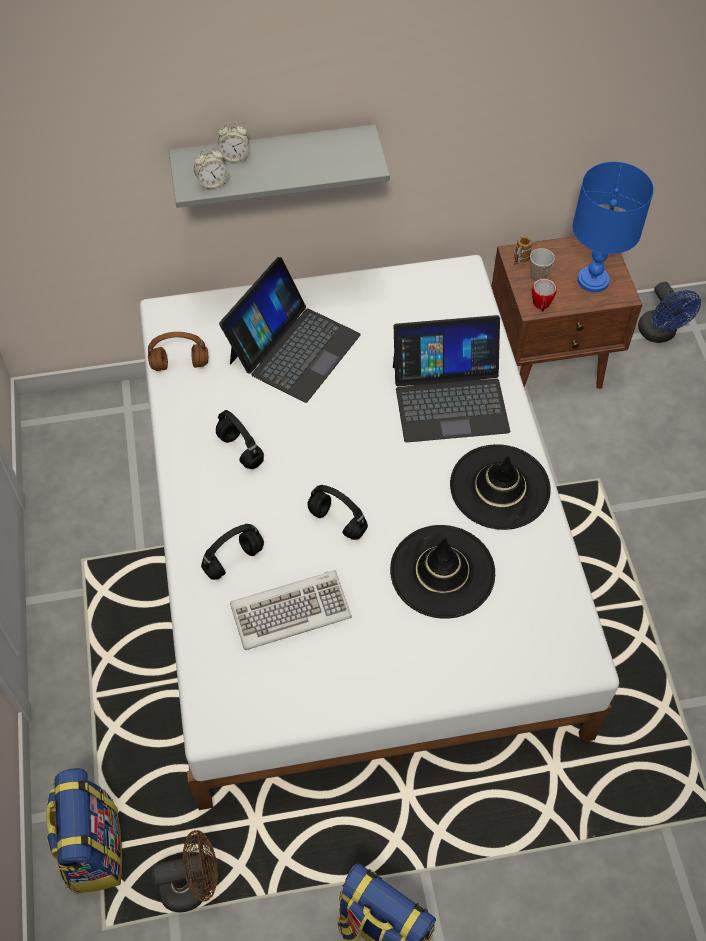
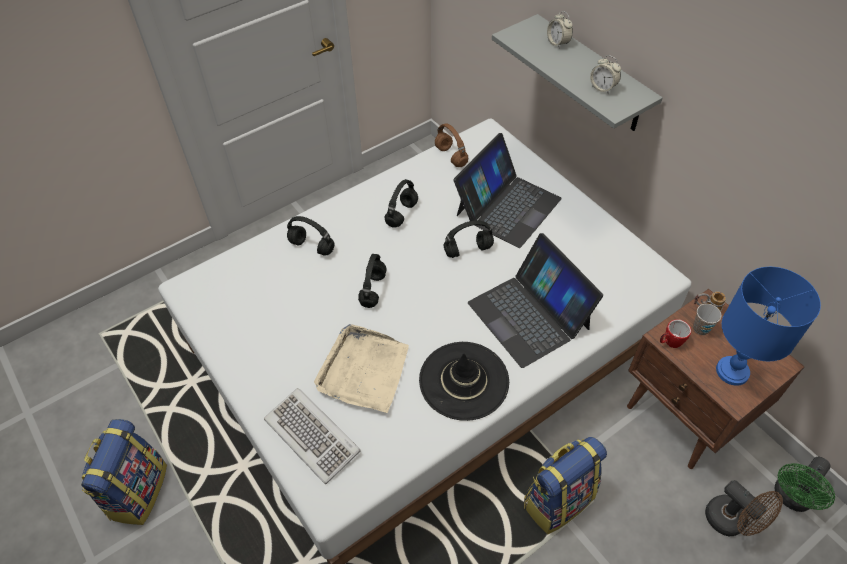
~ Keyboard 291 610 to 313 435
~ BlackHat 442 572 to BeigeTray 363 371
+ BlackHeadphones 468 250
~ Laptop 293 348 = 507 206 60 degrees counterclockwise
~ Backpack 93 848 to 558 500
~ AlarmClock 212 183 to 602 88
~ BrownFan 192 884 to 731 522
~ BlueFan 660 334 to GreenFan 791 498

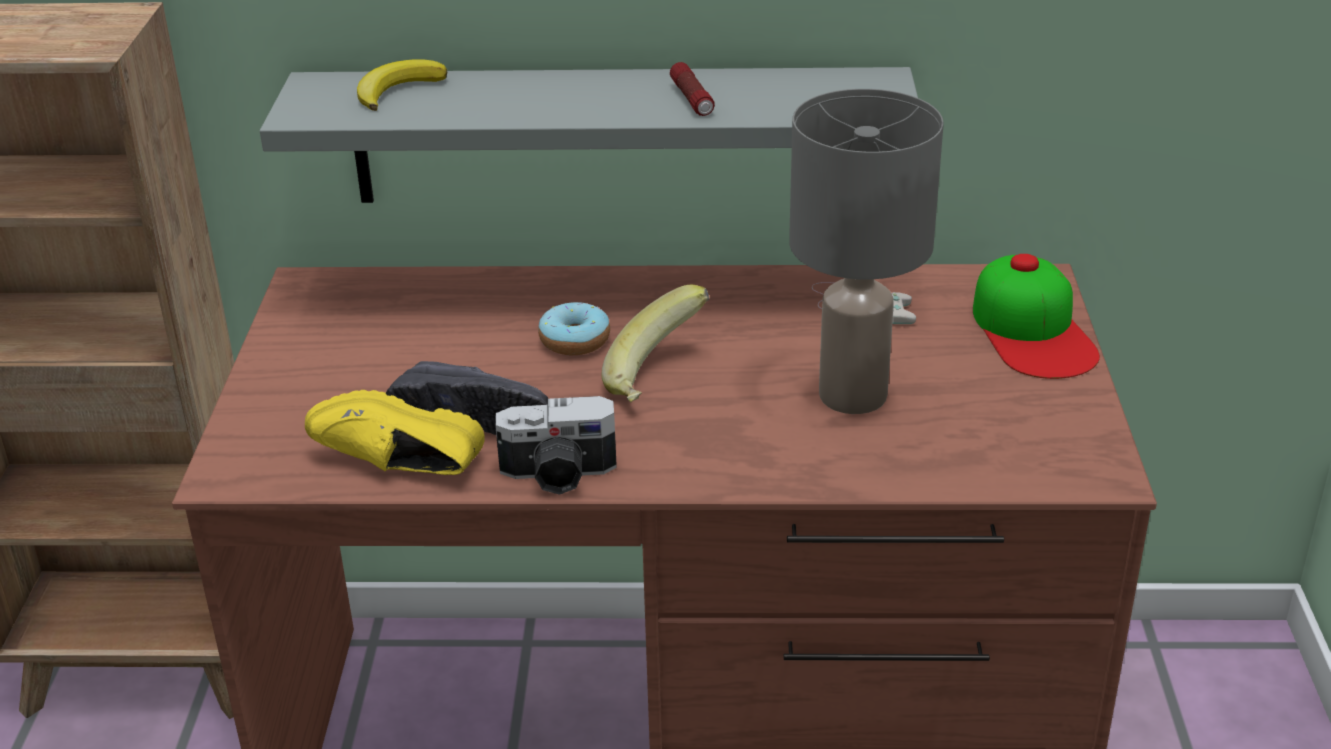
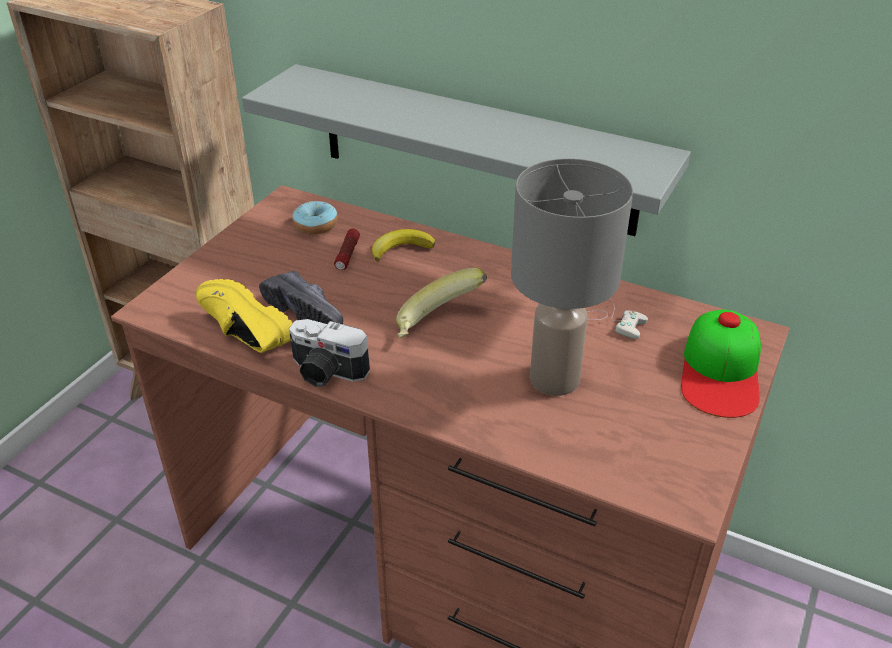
~ Donut 574 341 to 315 225
~ Flashlight 692 99 to 347 255
~ Banana 397 90 to 401 248

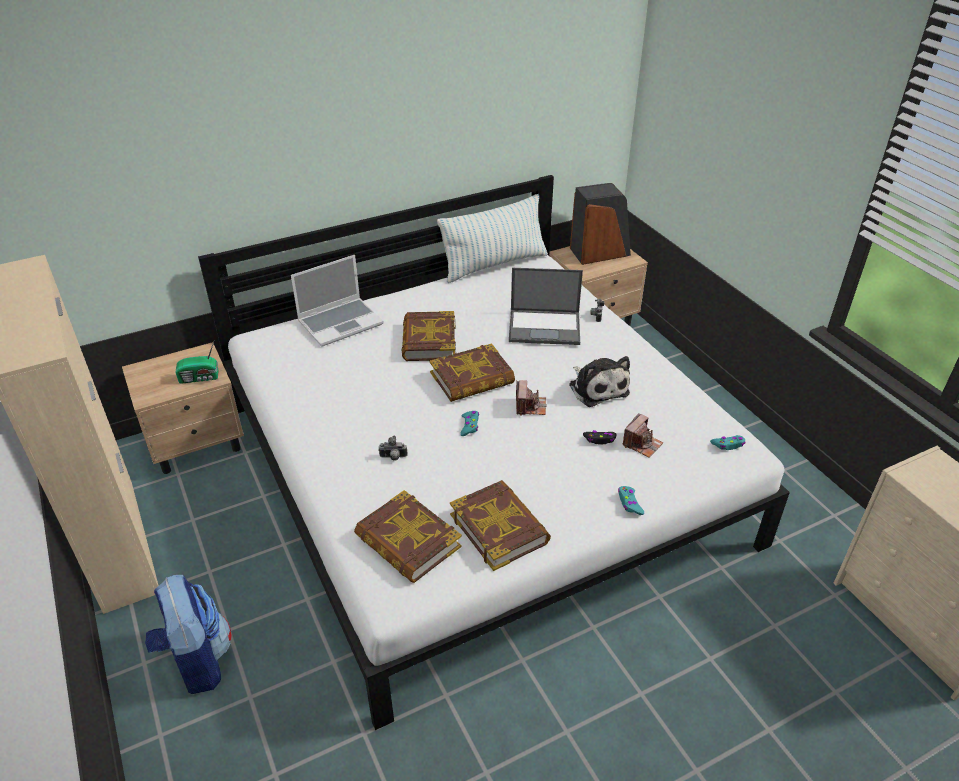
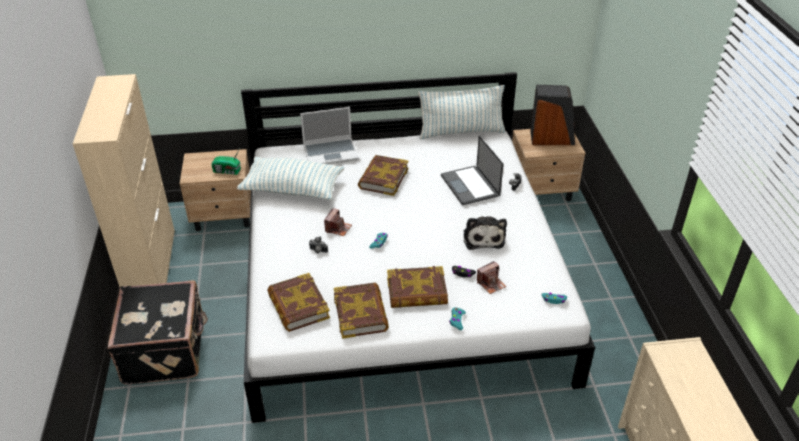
~ Backpack 196 660 to BlackSuitcase 166 350
+ Pillow 293 189
~ PhotoCamera 530 406 to 338 228
~ Book 472 378 to 417 292
~ Laptop 545 327 = 470 186 45 degrees clockwise

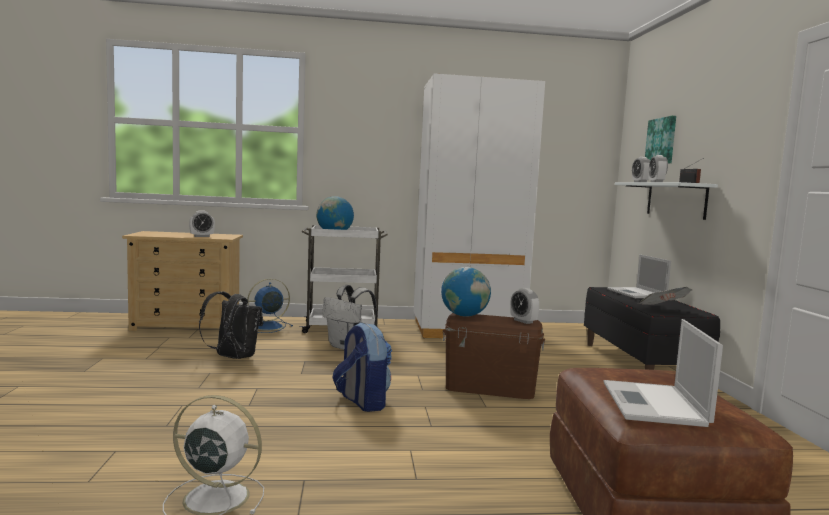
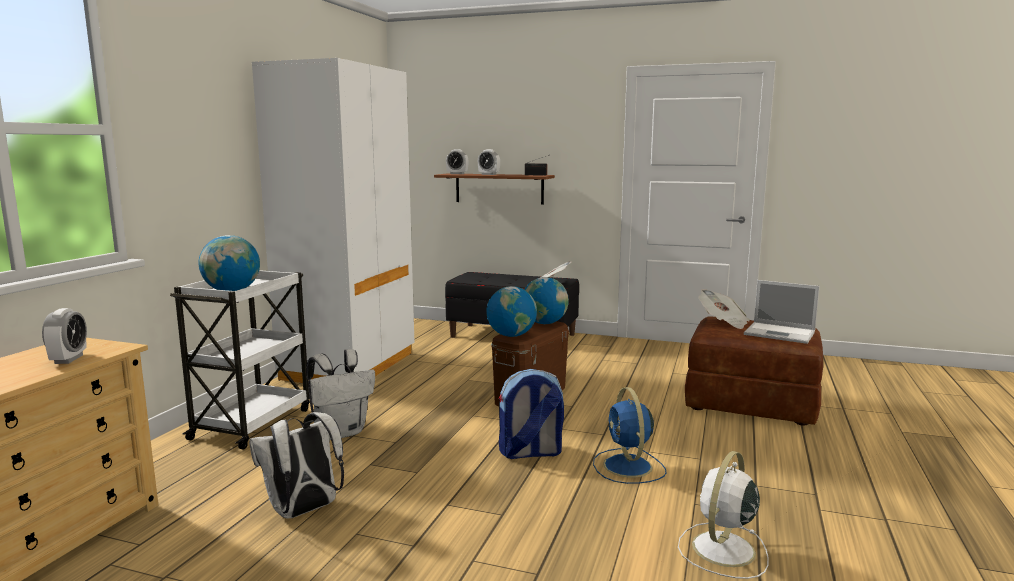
~ BlackBackpack 233 357 to WhiteBackpack 303 511
~ WhiteShelf 675 200 to BrownShelf 499 188
~ AlarmClock 523 321 to Globe 544 323
~ BlueFan 267 327 to 628 467
+ Newspaper 723 322
- Laptop 637 293
- Picture 661 141

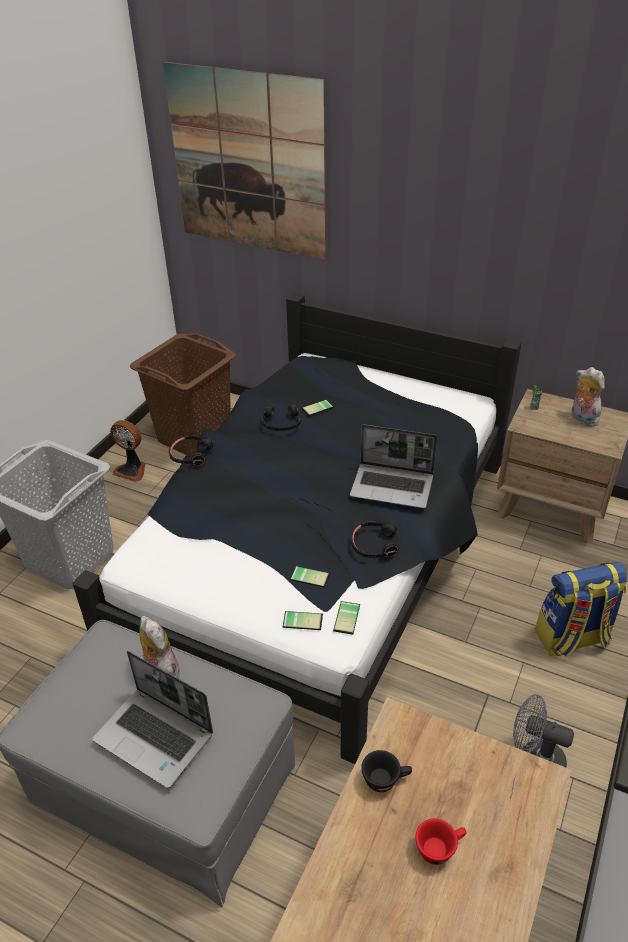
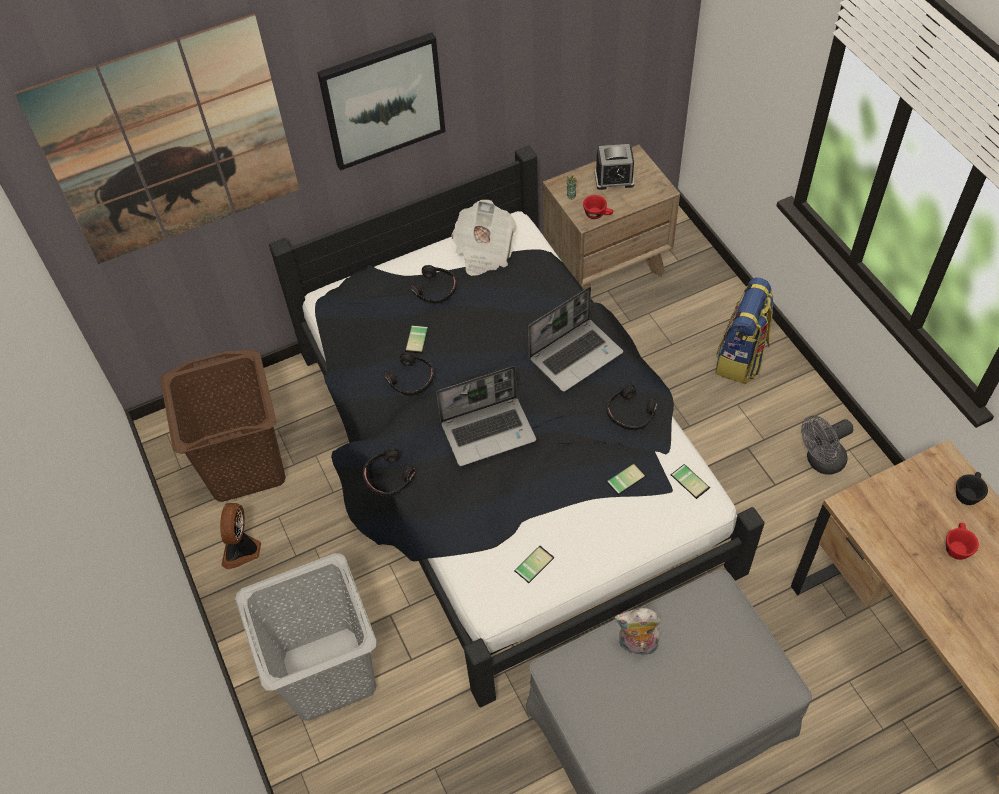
~ Fan 132 470 = 242 550 120 degrees clockwise
+ Picture 382 100
+ BlackHeadphones 435 289
~ Laptop 156 737 to 489 431
+ Newspaper 484 251
~ Phone 303 619 to 532 563
+ RedCup 598 214
~ PlushToy 581 419 to AlarmClock 614 179
~ BlackCup 386 779 to 967 493

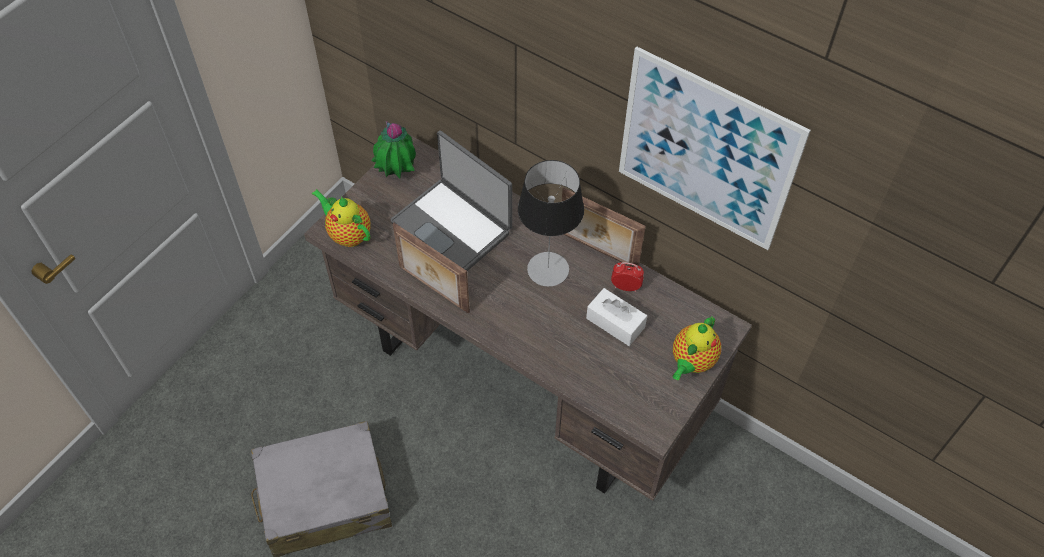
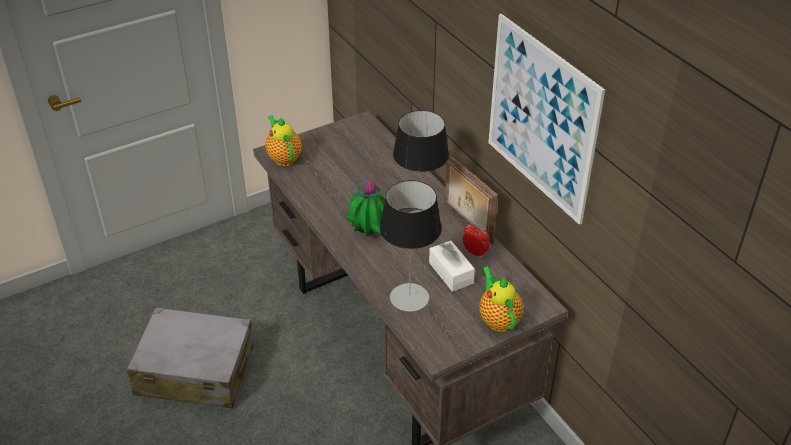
~ PottedPlant 397 175 to 368 236
+ TableLamp 409 297
~ Teapot 691 362 = 498 319 105 degrees clockwise
- Laptop 453 226
- PictureFrame 433 290

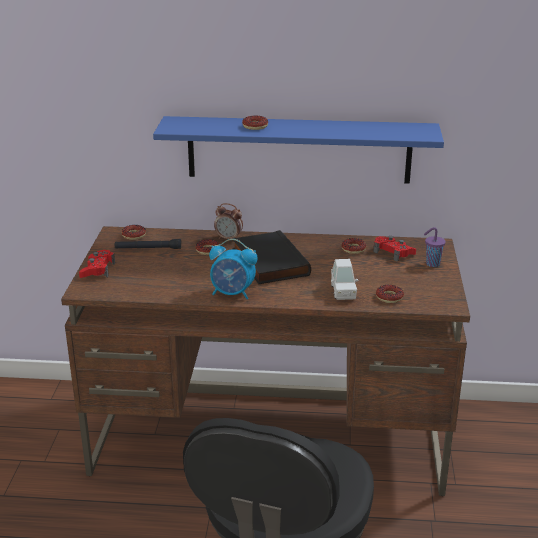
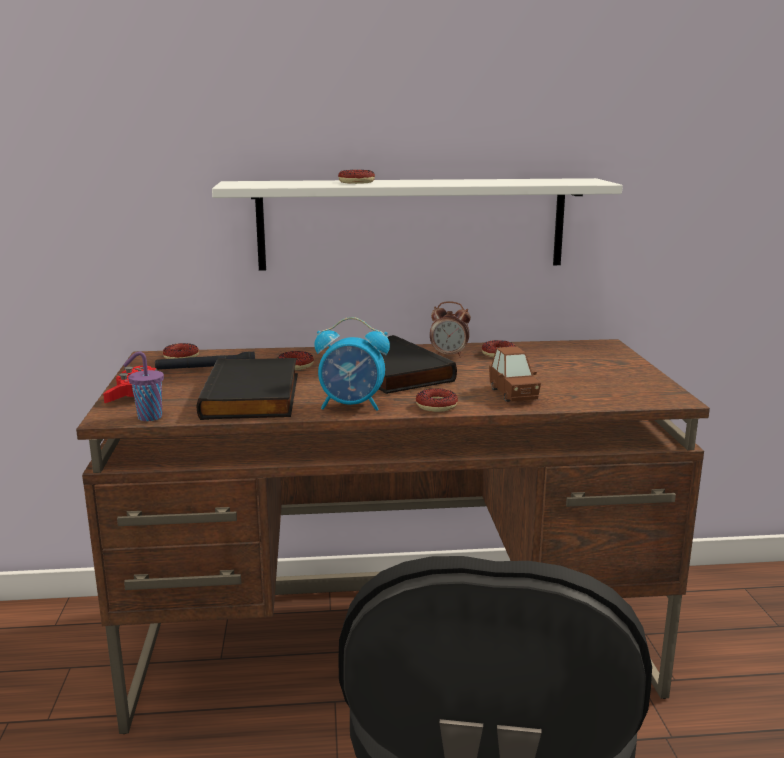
~ PurpleCup 431 264 to 148 417
+ BlackBook 255 396
~ BlueShelf 299 149 to WhiteShelf 412 224
~ Donut 389 297 to 436 406
~ AlarmClock 229 238 to 449 355
~ WhiteToyCar 343 291 to BrownToyCar 513 394
- RedGameController 393 253

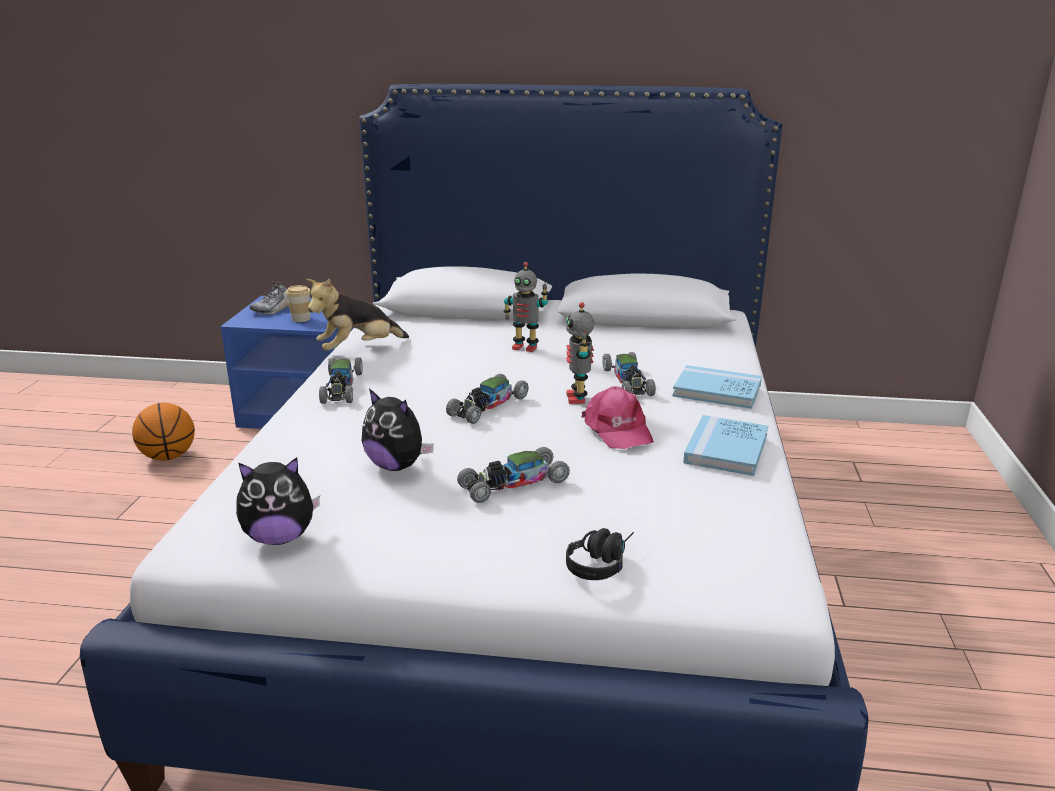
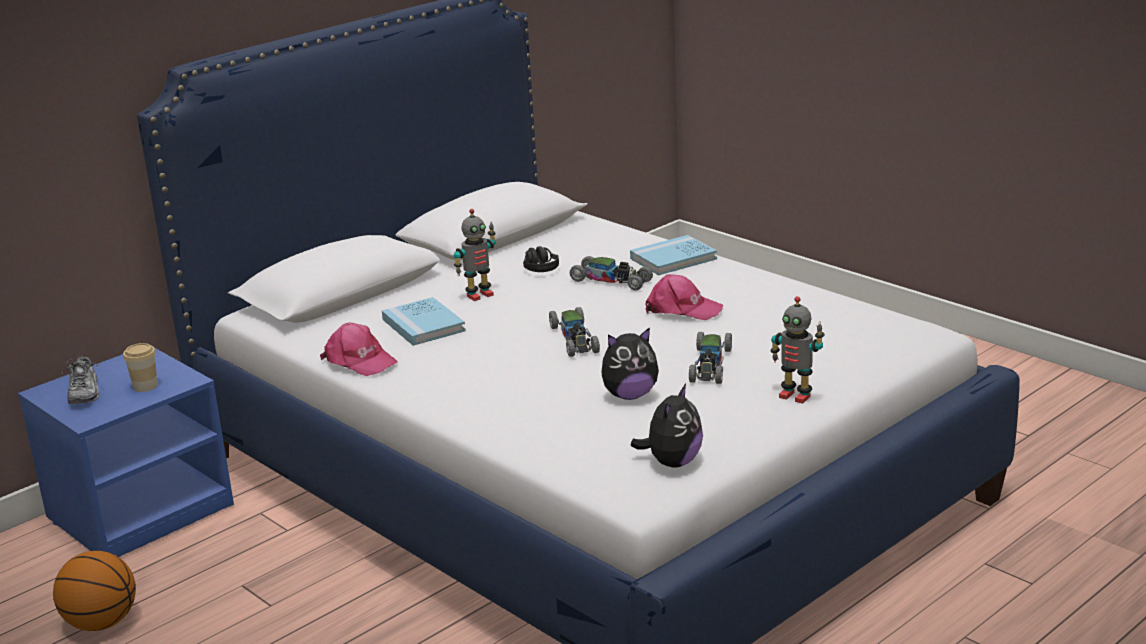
~ PlushToy 358 349 to PinkCap 359 361
~ BlueBook 726 449 to 423 325
~ BlackHeadphones 601 562 to 538 266
~ ToyRobot 578 398 to 795 396
- ToyCar 341 388

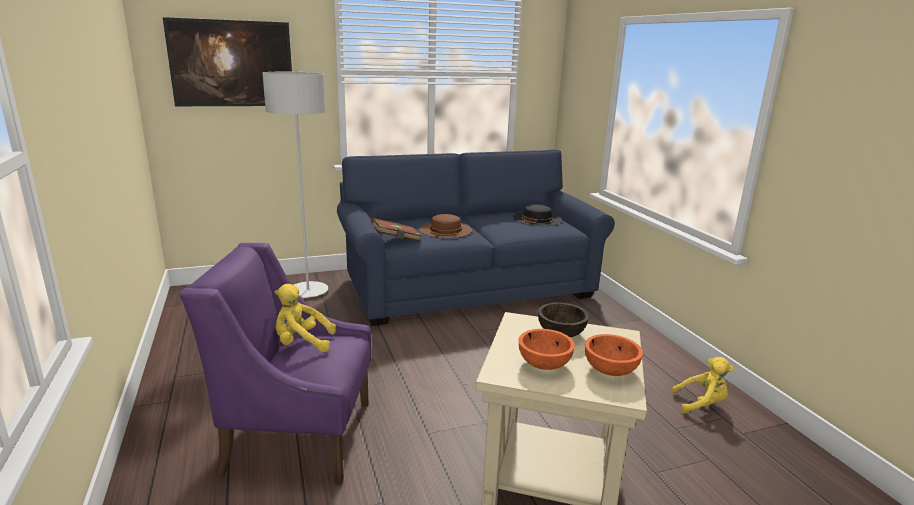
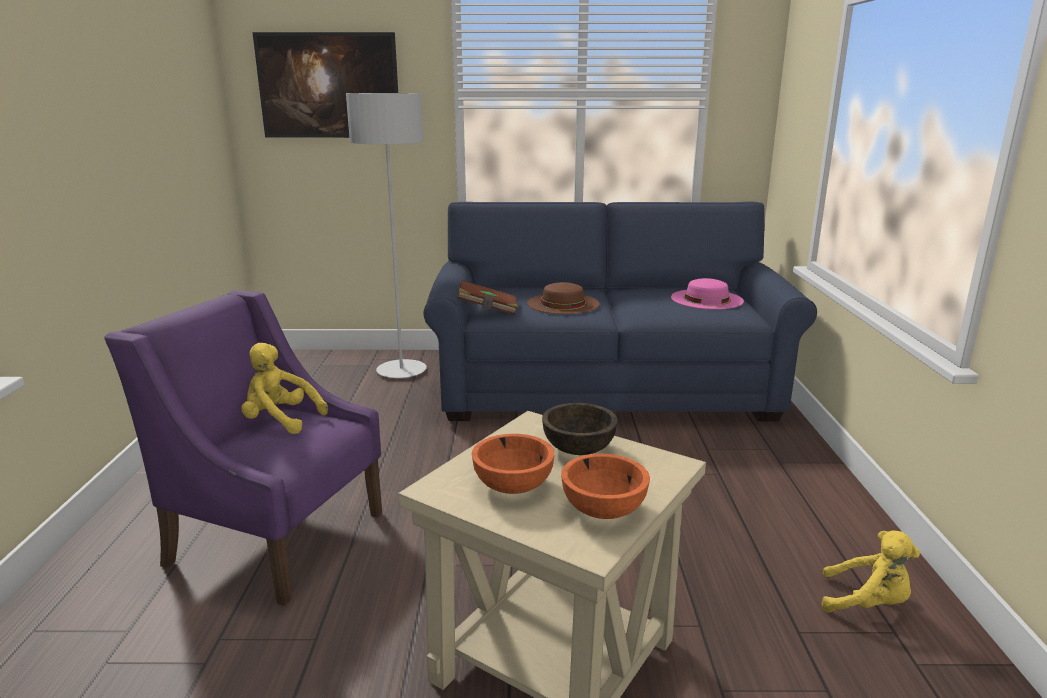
~ BlackHat 537 219 to PinkHat 706 299

